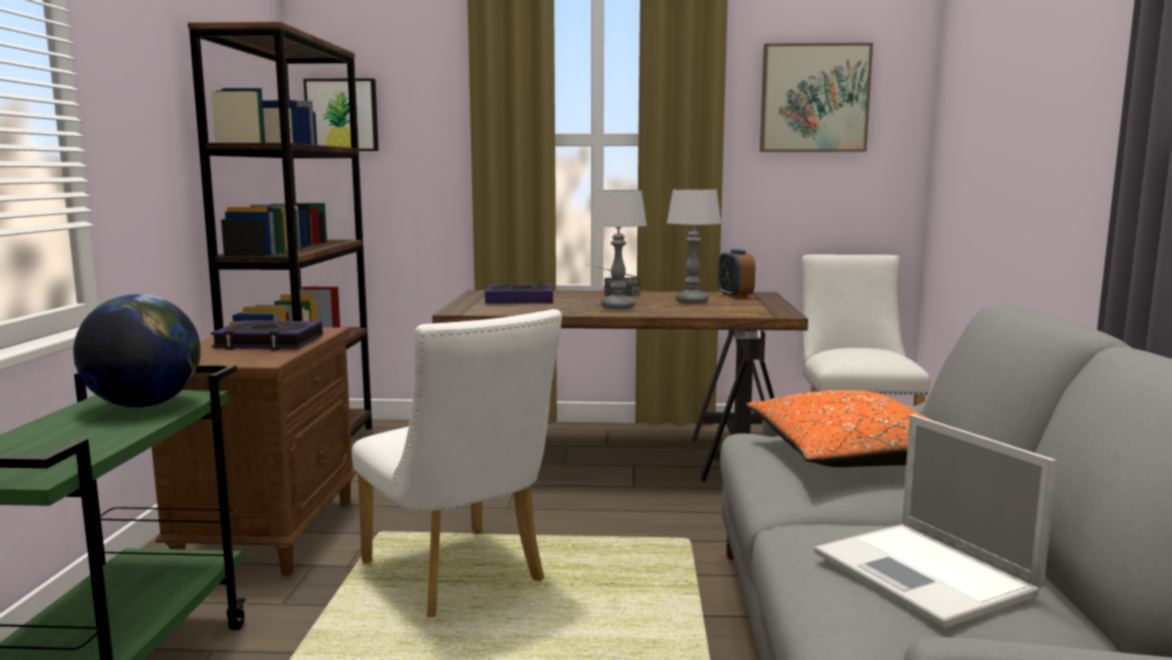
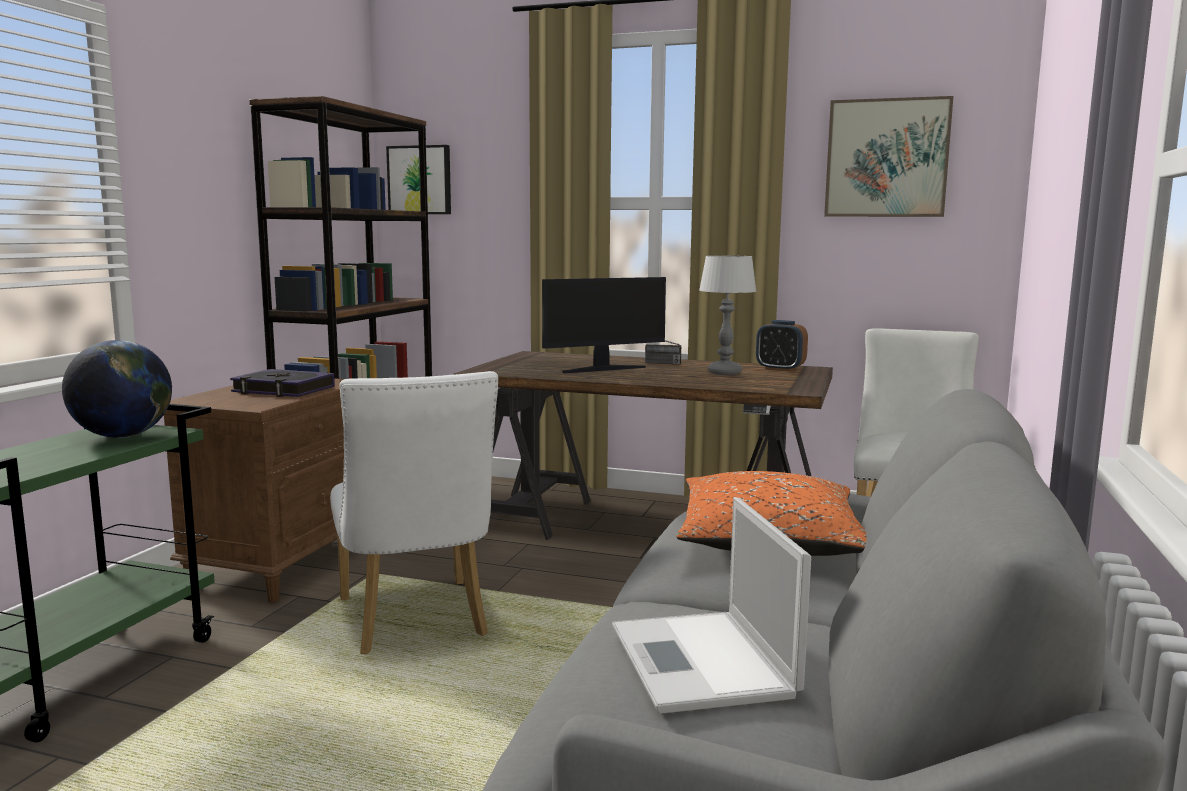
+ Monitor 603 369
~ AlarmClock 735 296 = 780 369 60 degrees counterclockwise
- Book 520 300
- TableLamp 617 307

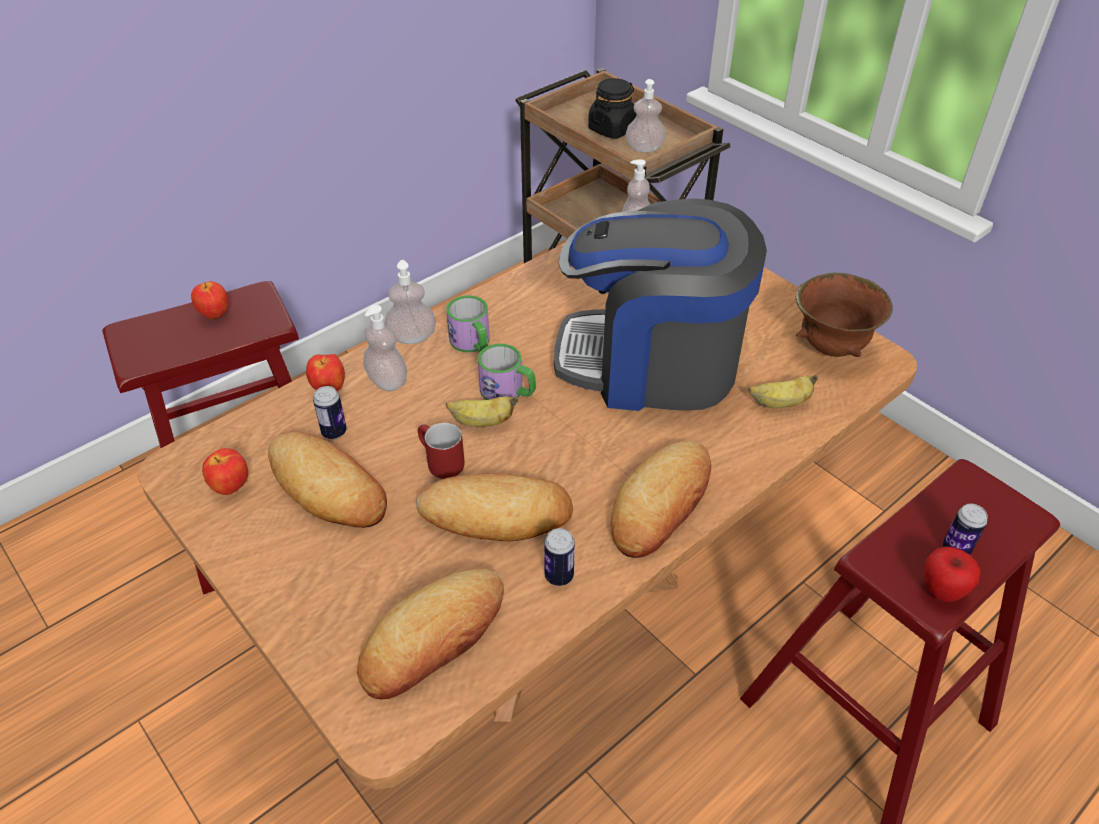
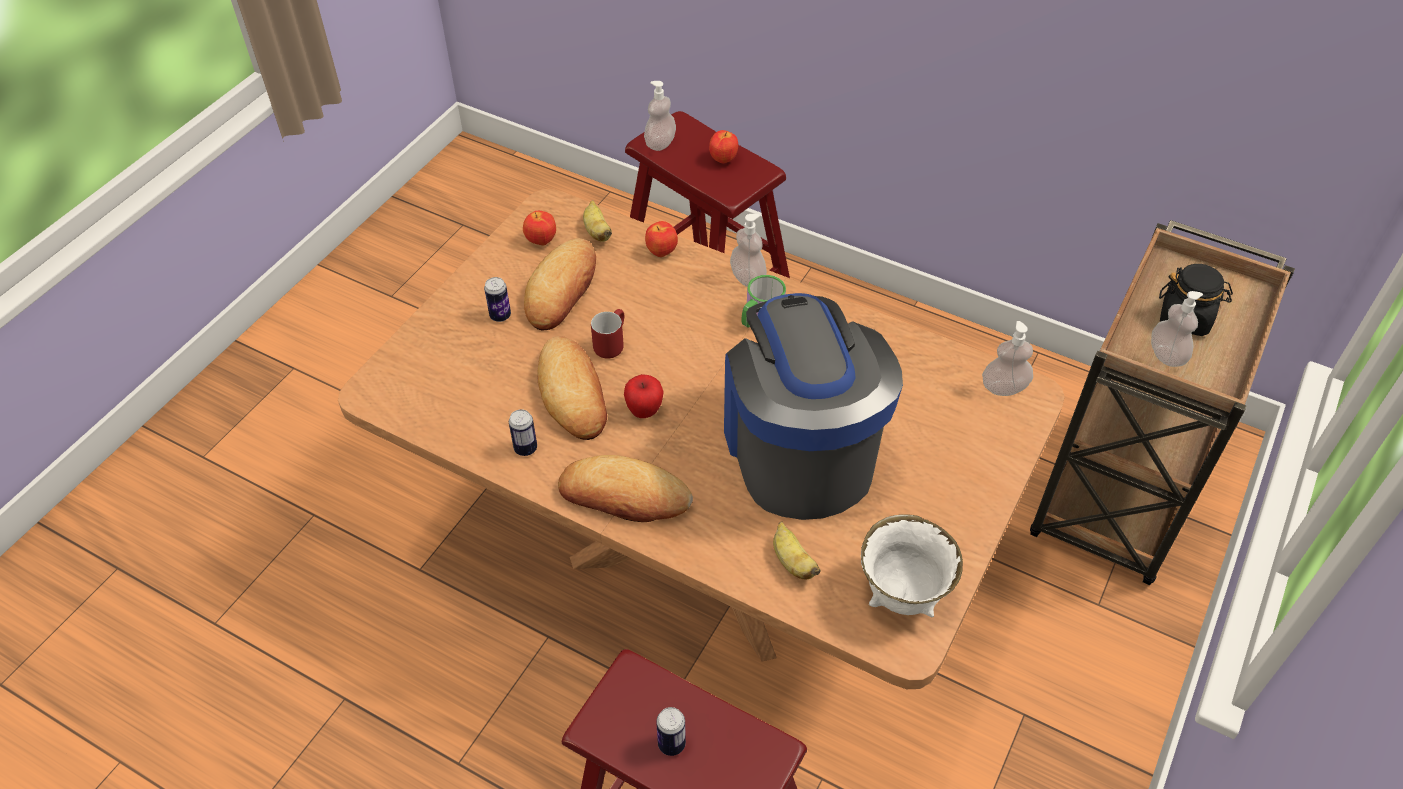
~ Can 334 432 to 500 316
~ Banana 482 422 to 597 232
~ Apple 941 591 to 644 411
~ SoapDispenser 387 381 to 660 143
~ BrownBowl 831 347 to WhiteBowl 903 594
- Bread 433 638
- Mug 508 392

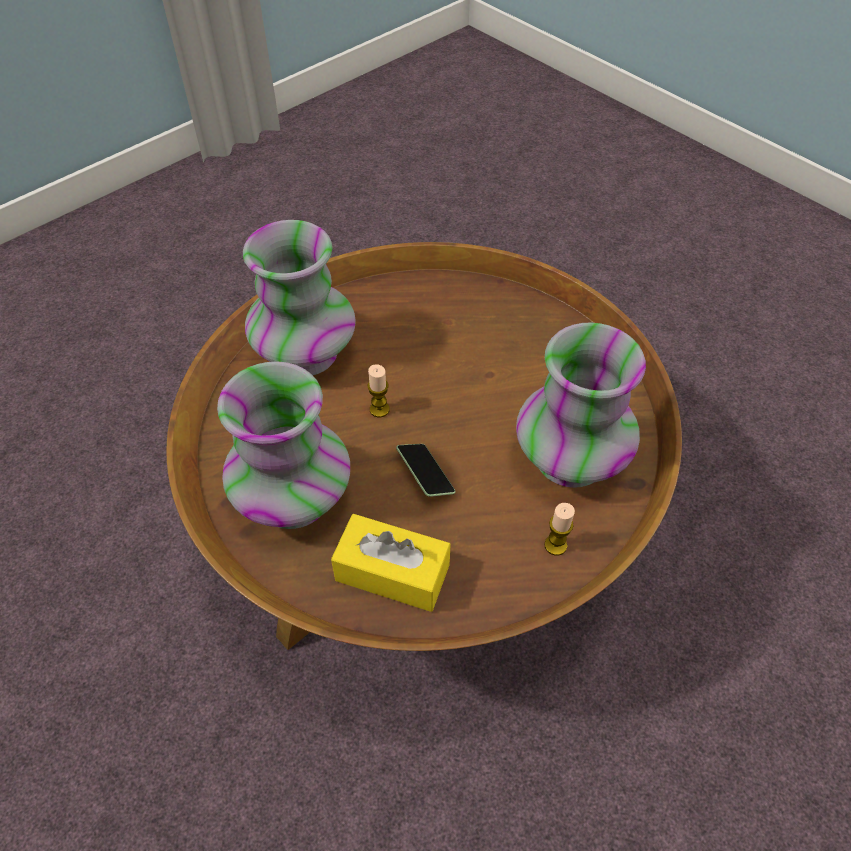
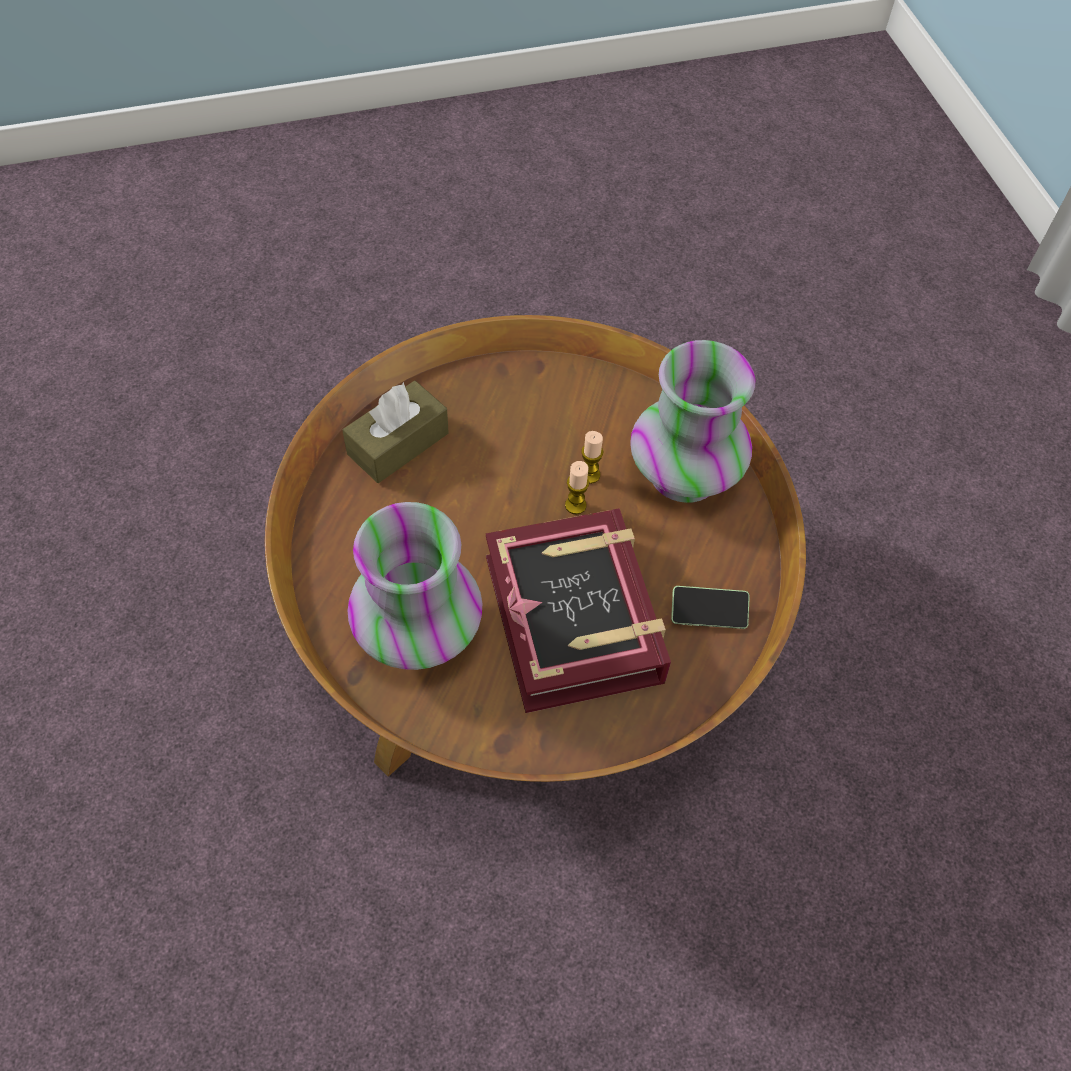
~ YellowTissueBox 392 572 to BrownTissueBox 398 443
+ Book 575 618
~ Candle 555 545 to 589 475
~ Phone 425 475 to 708 613
- Vase 294 499

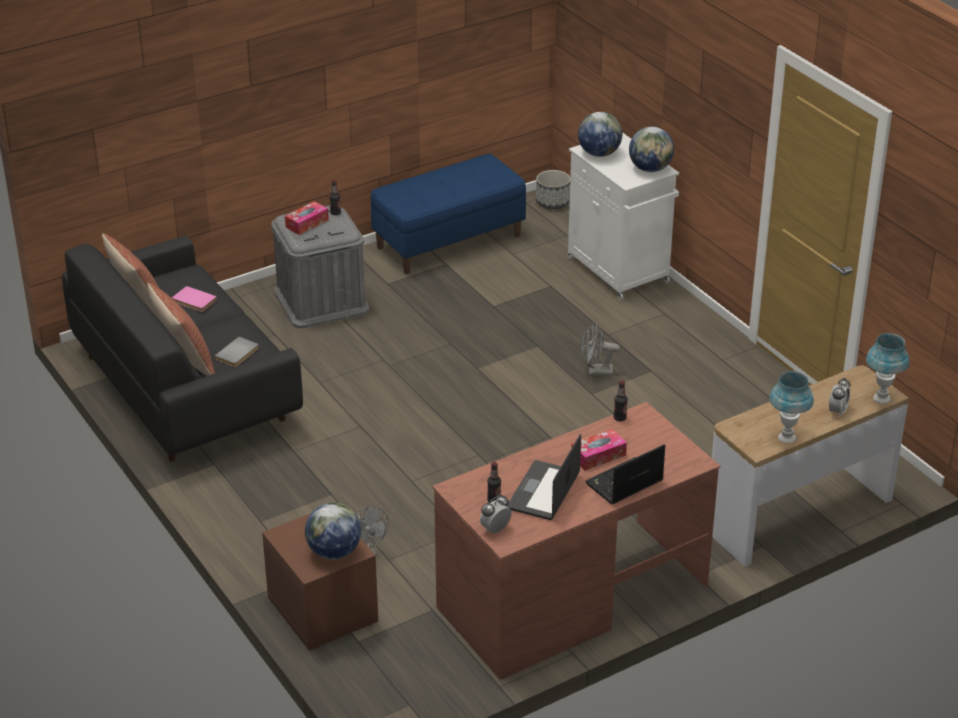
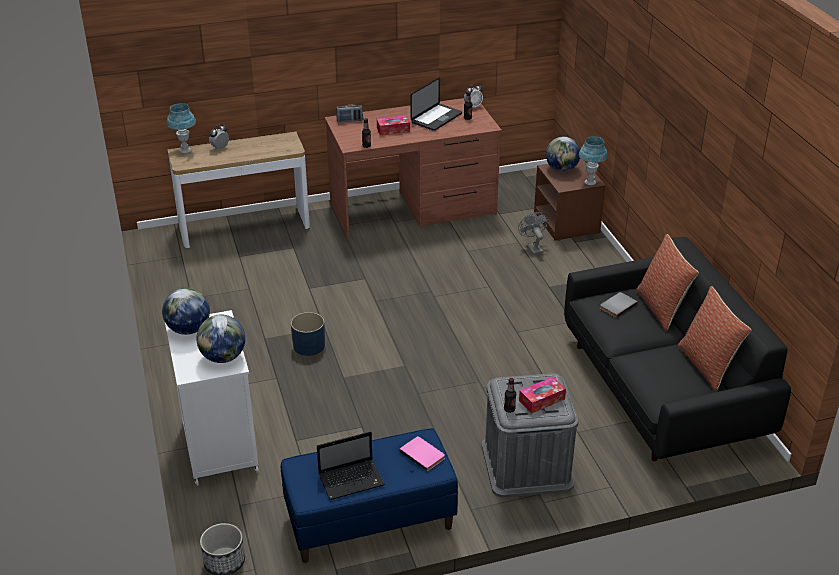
~ GreyFan 596 371 to BluePlanter 309 345
~ Laptop 623 483 to 352 480
+ Radio 349 120
~ PinkBook 193 301 to 423 454
~ BlueTableLamp 786 438 to 590 182

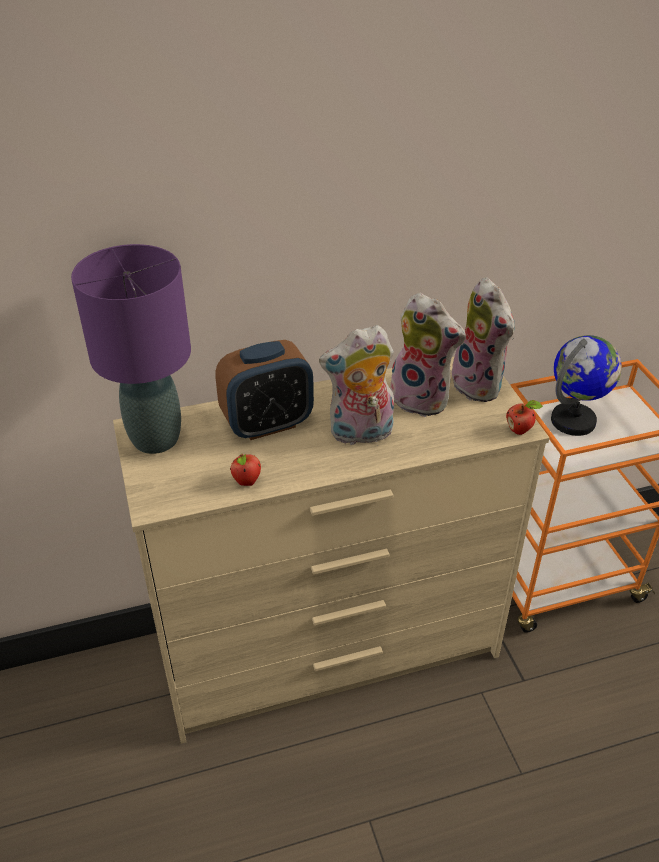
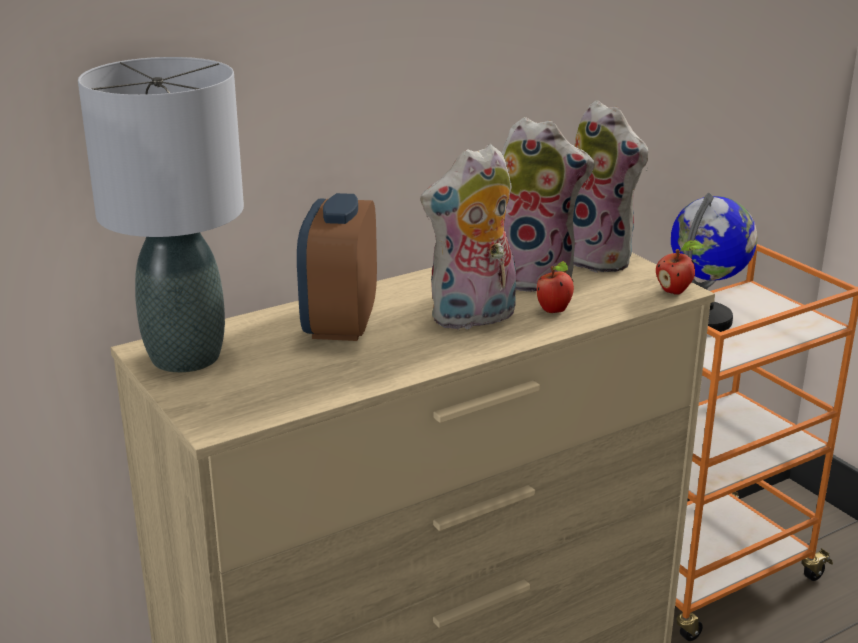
~ PurpleTableLamp 156 439 to GreyTableLamp 187 357
~ AlarmClock 267 424 = 340 324 135 degrees clockwise
~ Apple 247 482 to 555 311

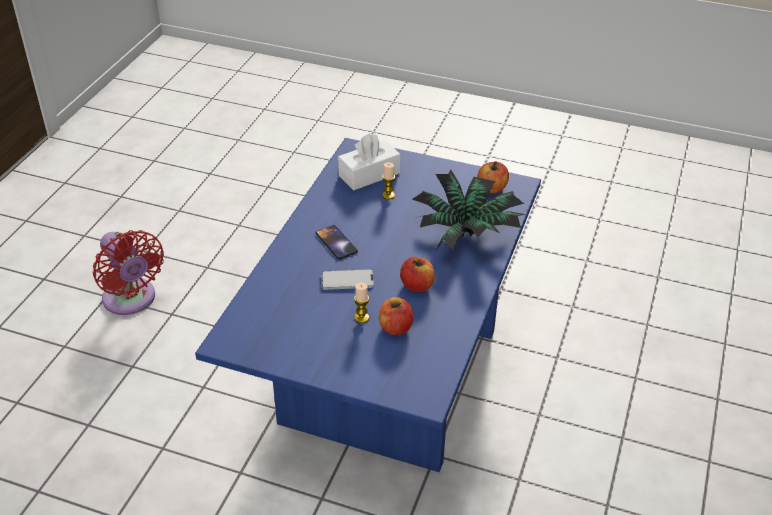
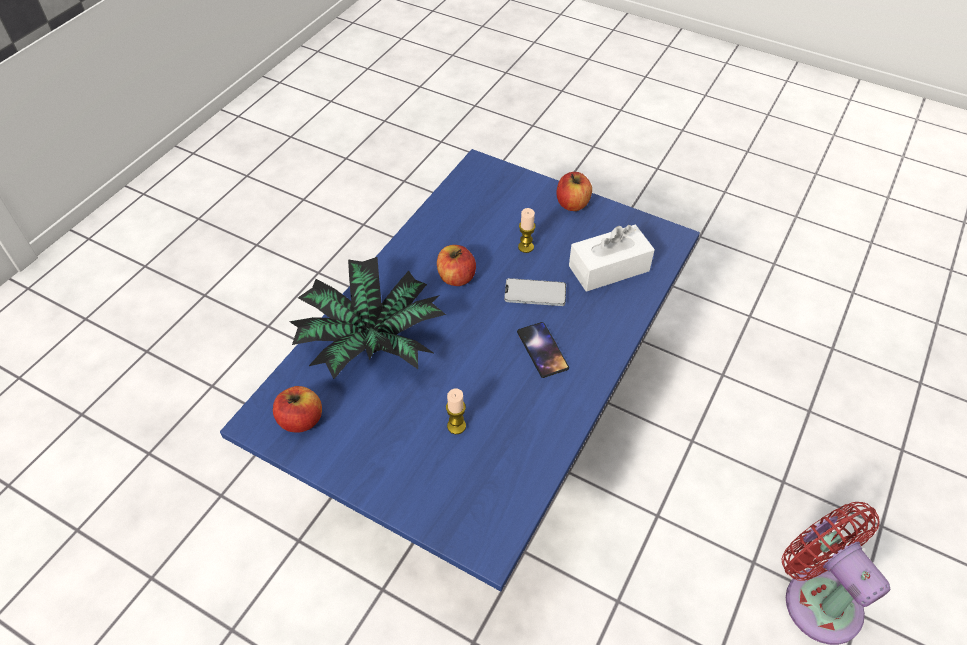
~ Apple 395 327 to 572 204
~ WhiteTissueBox 369 174 to 609 268

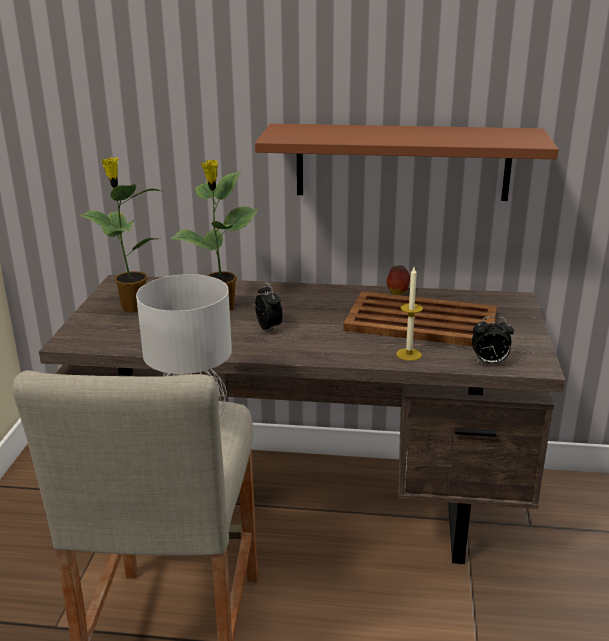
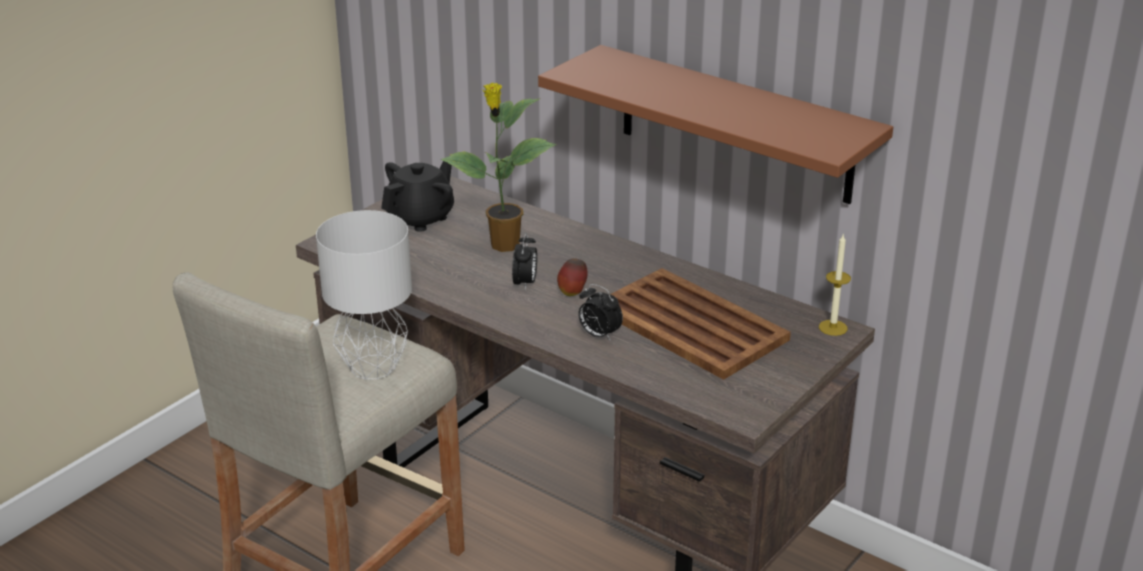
~ PottedPlant 132 307 to BlackTeapot 421 218
~ Apple 397 293 to 572 293
~ AlarmClock 489 363 to 598 335
~ Candle 408 354 to 833 327

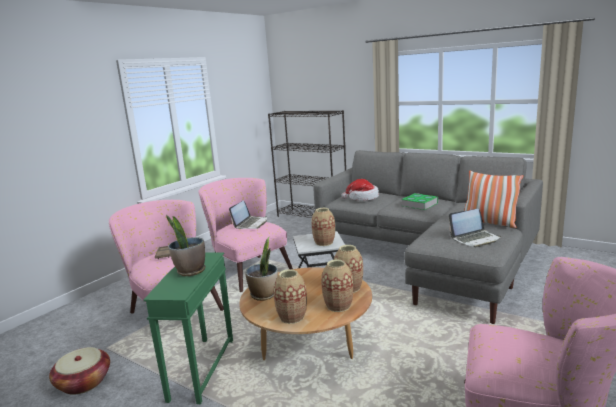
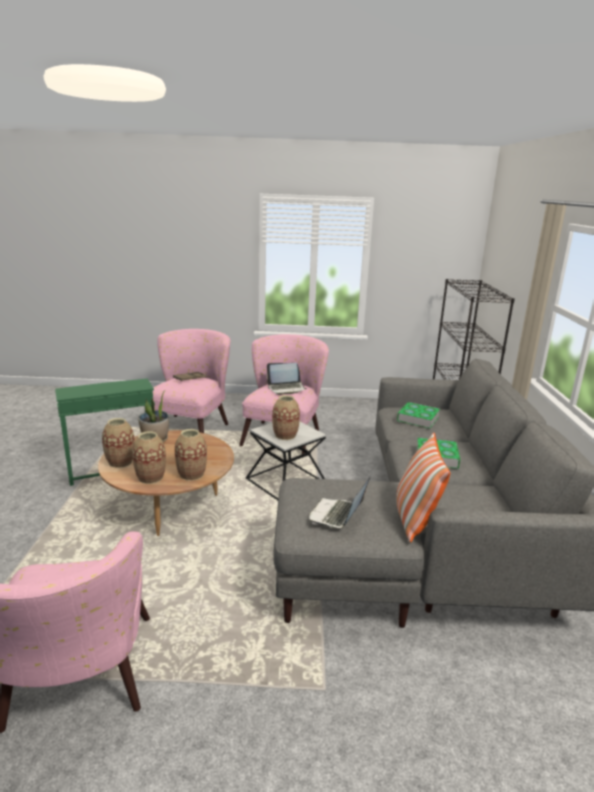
~ Laptop 475 239 = 337 515 75 degrees clockwise
~ Hat 362 198 to Book 417 418
- Basket 83 382
- PottedPlant 190 271

